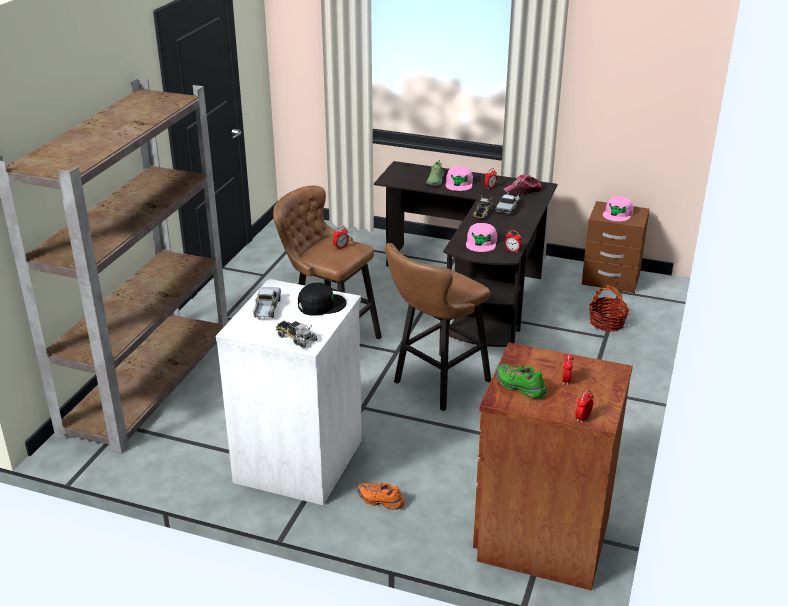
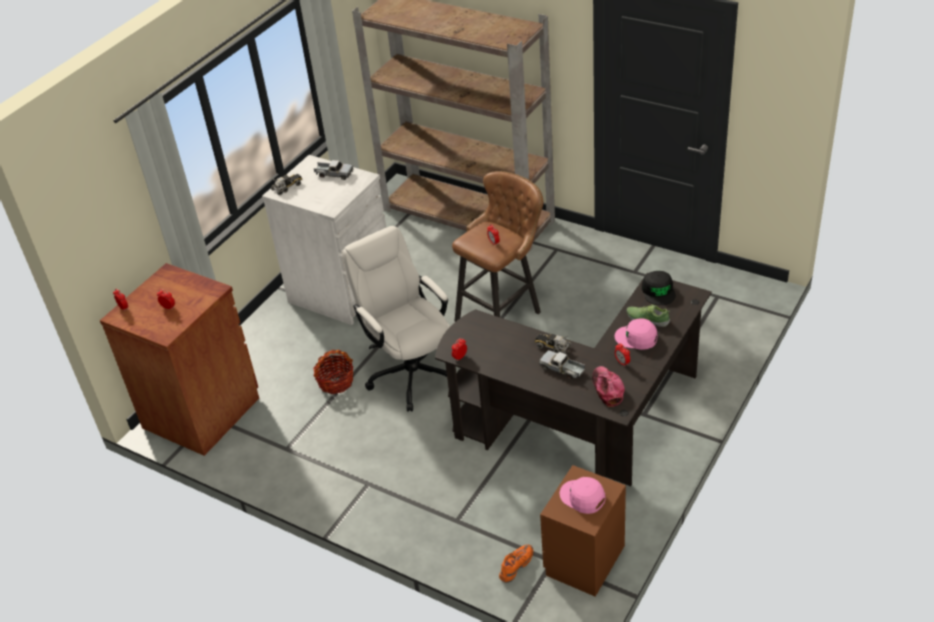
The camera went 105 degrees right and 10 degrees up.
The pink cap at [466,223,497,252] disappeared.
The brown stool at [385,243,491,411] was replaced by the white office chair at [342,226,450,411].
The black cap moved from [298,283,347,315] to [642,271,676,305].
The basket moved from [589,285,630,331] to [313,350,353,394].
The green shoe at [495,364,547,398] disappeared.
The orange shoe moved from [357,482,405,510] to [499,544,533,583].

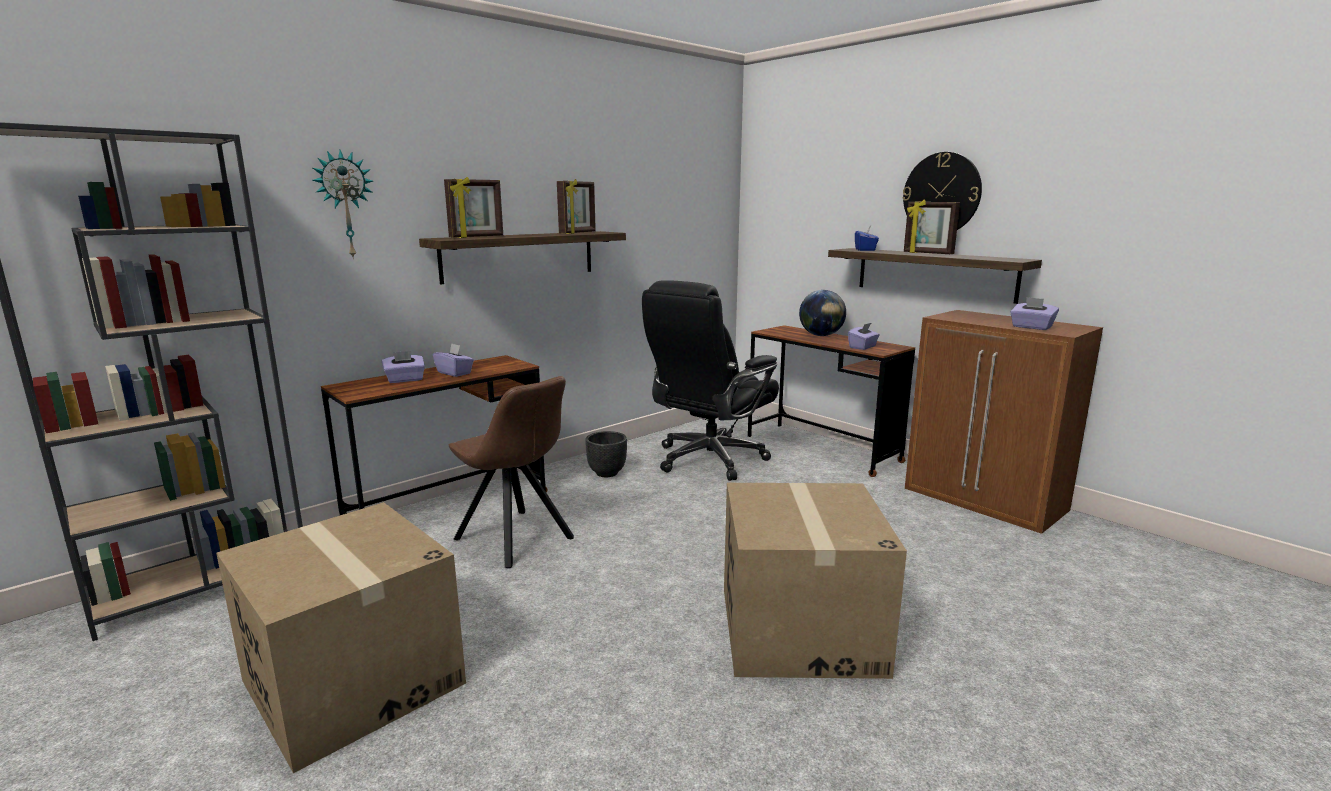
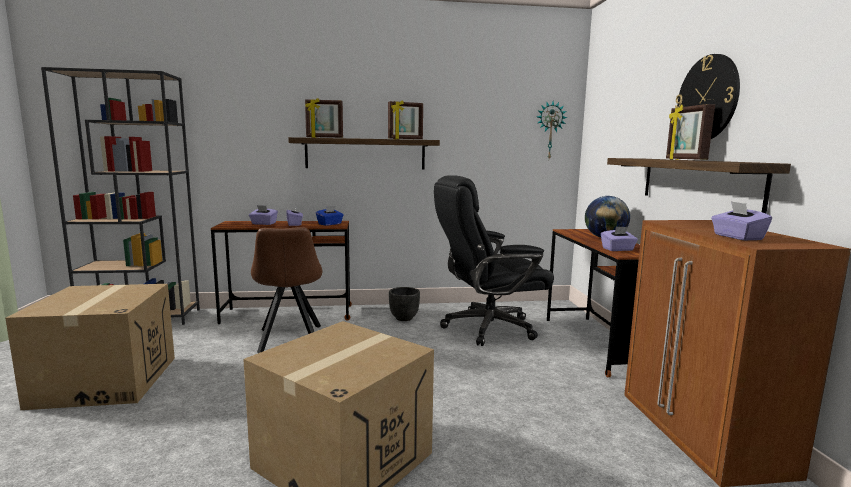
The camera went 35 degrees right and 5 degrees down.
The wall clock moved from [312,150,373,259] to [537,101,567,159].
The blue tissue box moved from [855,225,879,251] to [316,206,344,226].

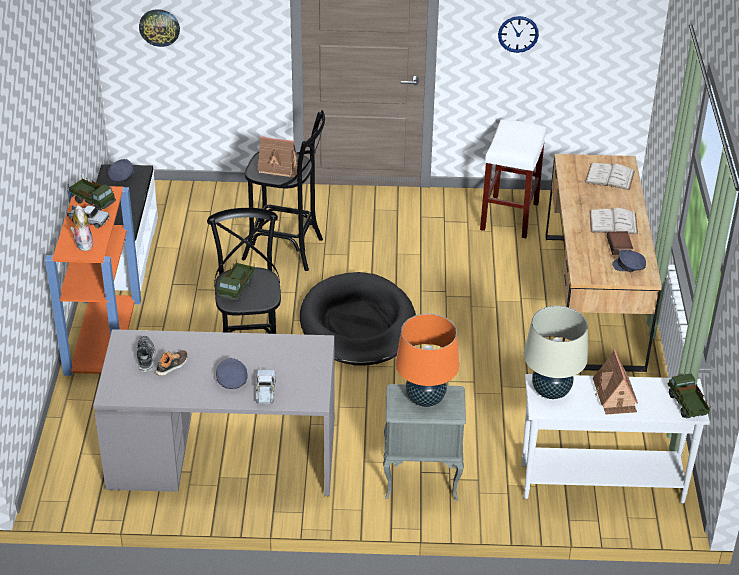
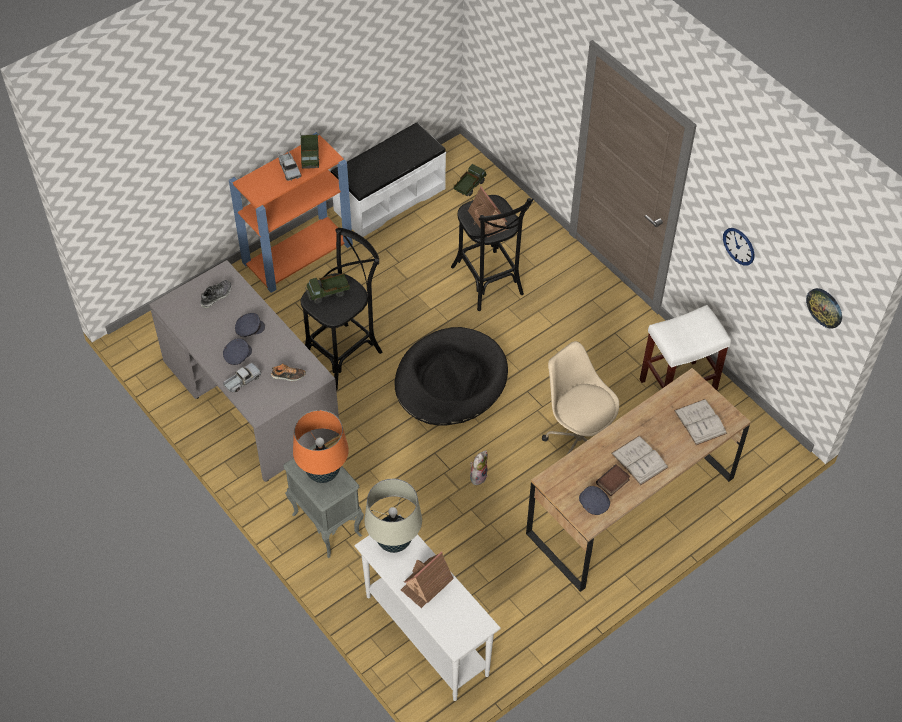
The camera went 50 degrees right and 15 degrees up.
The wall clock moved from [139,9,180,47] to [806,288,842,329].
The grey cap moved from [107,159,134,182] to [235,313,265,337].
The plush toy moved from [70,205,94,251] to [470,450,488,486].
The shoe moved from [155,350,188,376] to [271,364,306,381].
The toy truck moved from [668,373,711,418] to [454,164,487,197].
The beige office chair at [542,341,619,454] appeared.

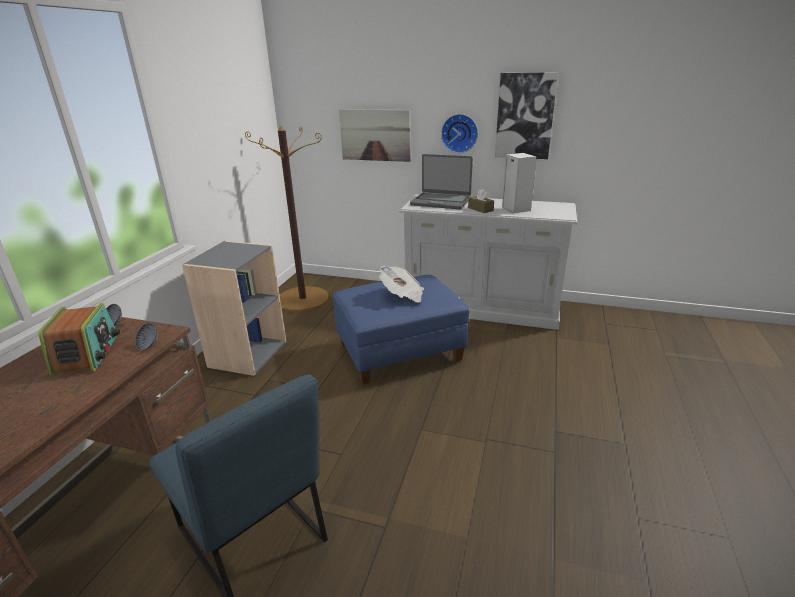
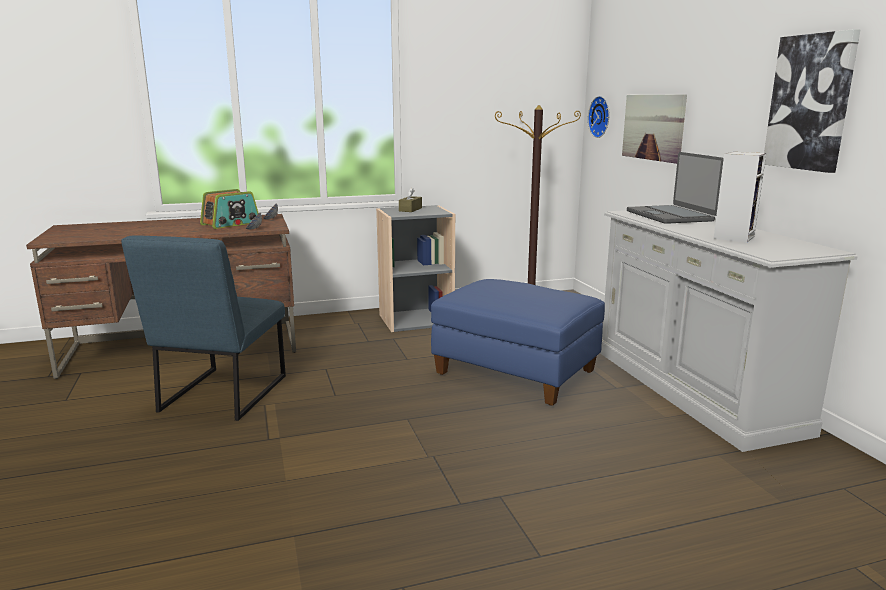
The camera went 55 degrees right and 10 degrees down.
The wall clock moved from [441,114,478,153] to [588,96,609,138].
The brown tissue box moved from [468,189,494,213] to [399,187,422,212].
The newspaper at [379,266,424,302] disappeared.

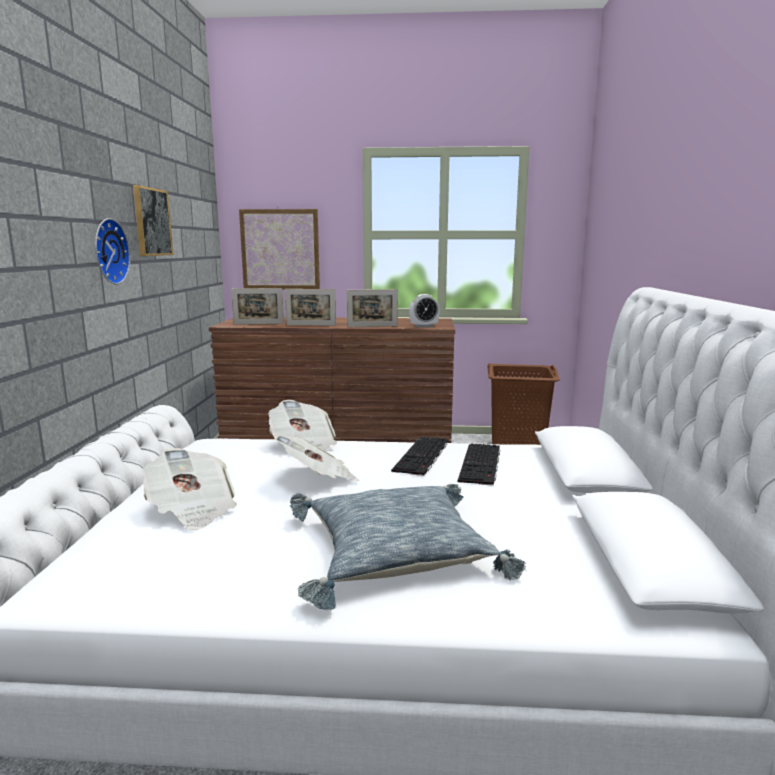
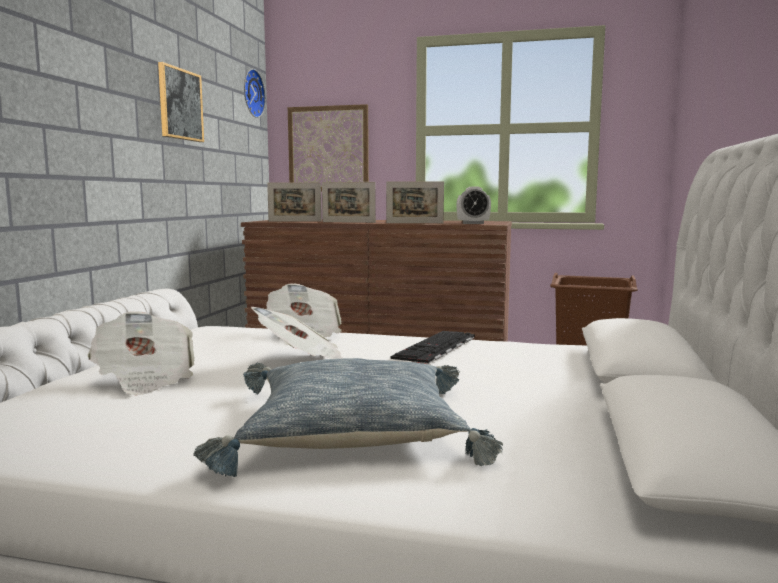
The camera went 10 degrees right and 5 degrees down.
The wall clock moved from [95,218,131,284] to [244,69,266,118].
The keyboard at [458,444,500,486] disappeared.

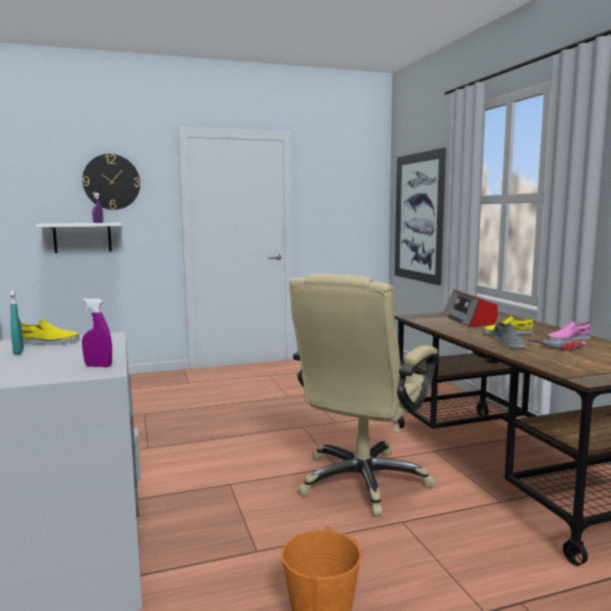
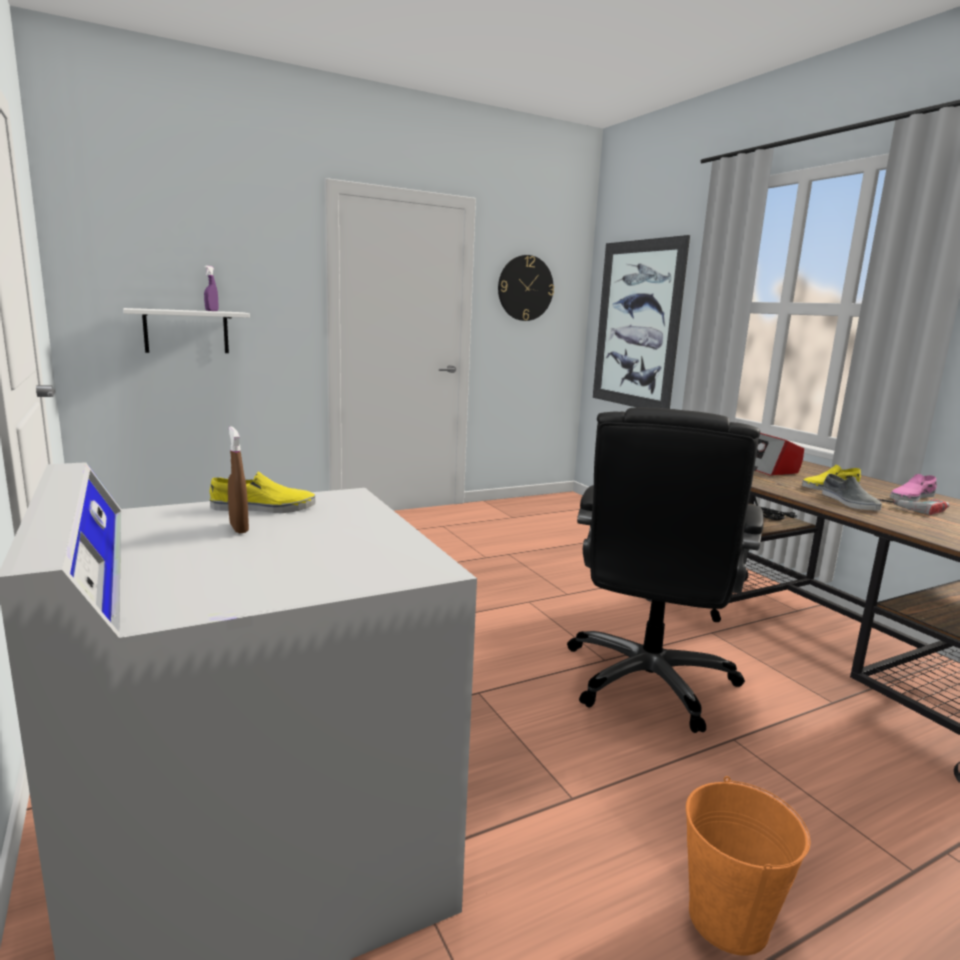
The camera went 10 degrees left and 5 degrees up.
The wall clock moved from [82,154,140,210] to [498,255,554,321].
The beige office chair at [289,273,438,516] became the black office chair at [567,407,764,733].
The turquoise spray bottle at [10,290,24,355] became the brown spray bottle at [228,427,249,534].
The purple spray bottle at [82,298,112,367] disappeared.

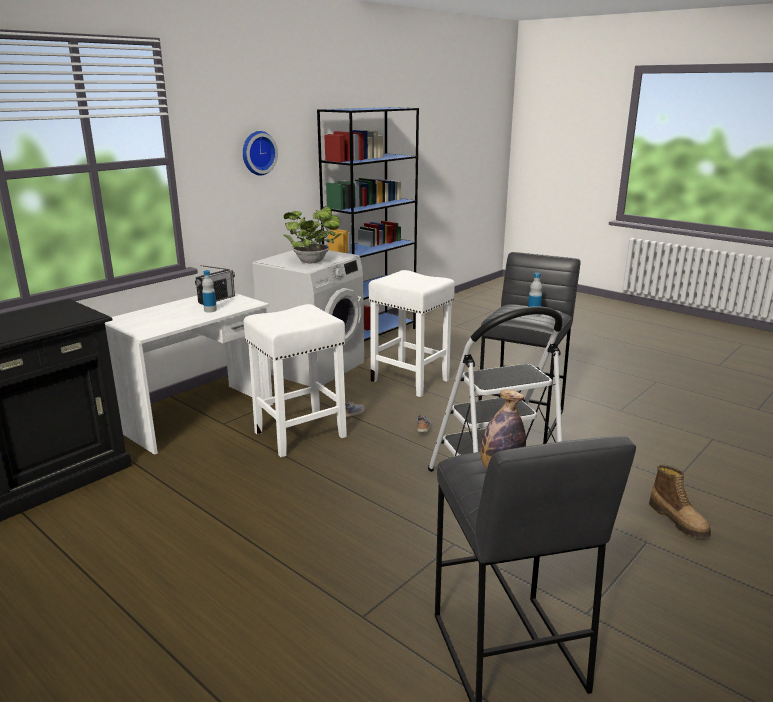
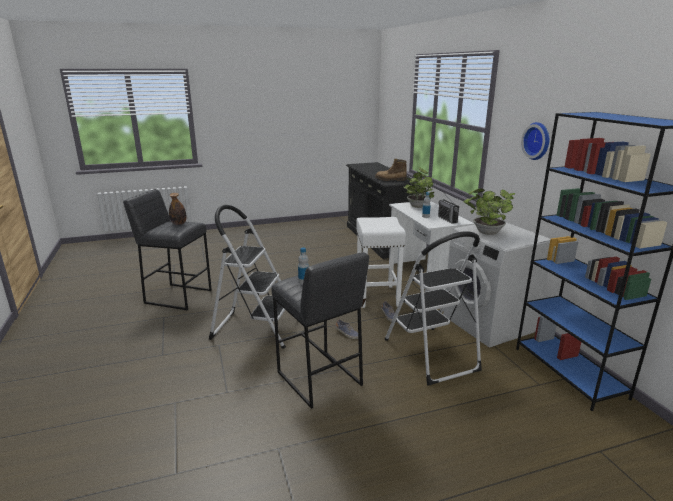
The camera went 120 degrees right and 0 degrees up.
The white stool at [369,270,455,397] was replaced by the step ladder at [385,231,482,386].
The boot moved from [649,464,711,538] to [375,159,407,181].
The potted plant at [403,167,434,208] appeared.

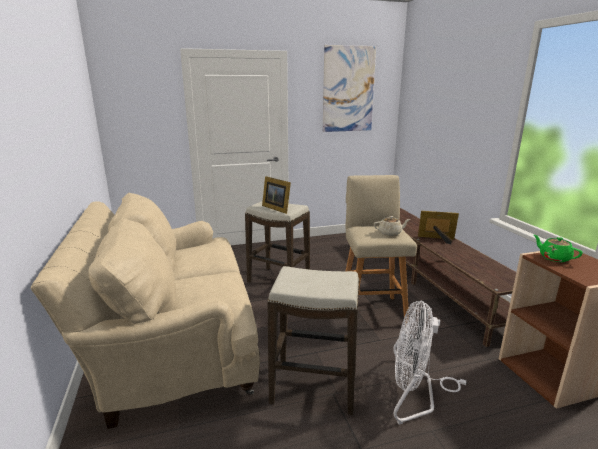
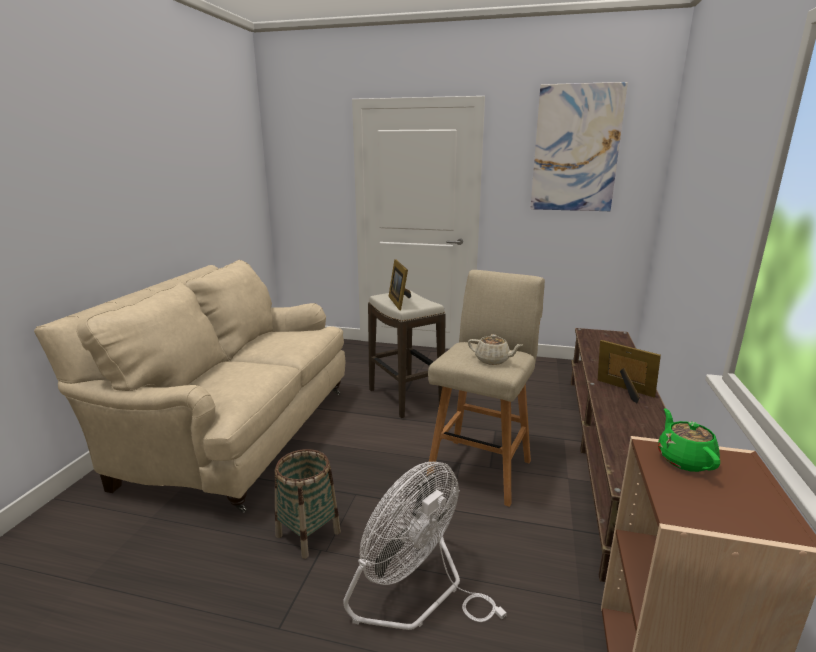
The camera went 30 degrees right and 0 degrees up.
The stool at [267,266,359,415] was replaced by the basket at [275,449,341,559].

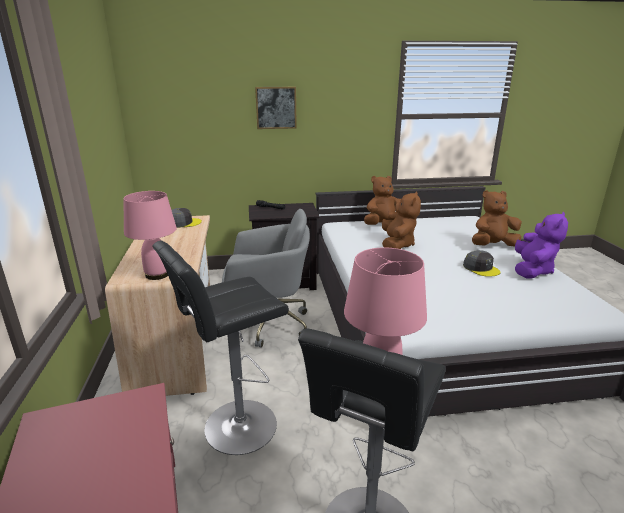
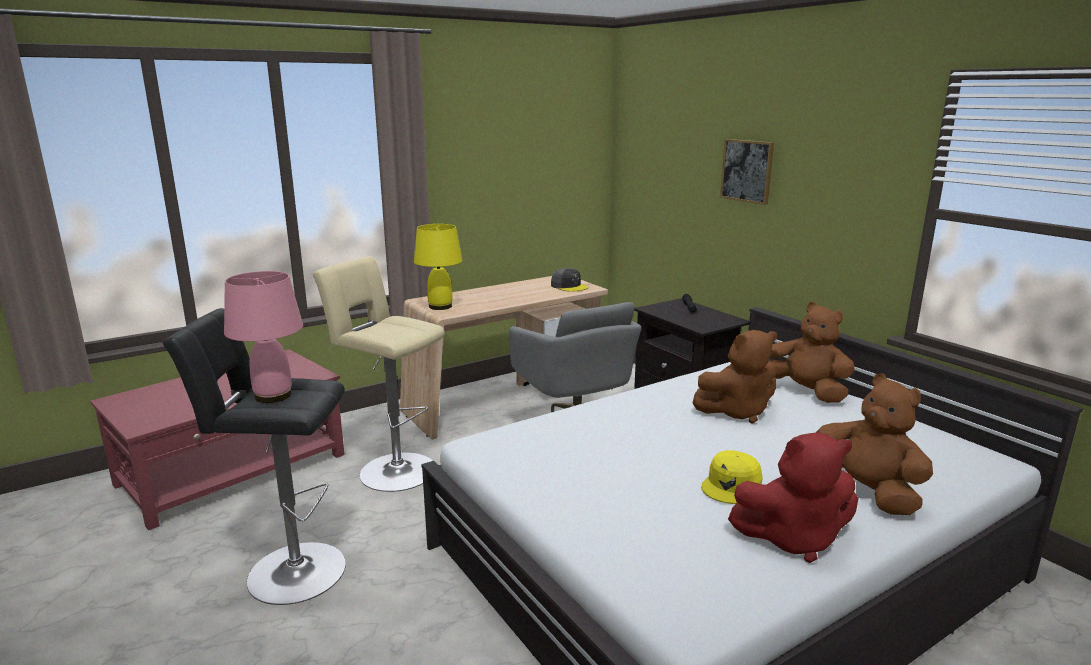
The camera went 65 degrees right and 5 degrees down.
The pink table lamp at [123,191,177,280] became the yellow table lamp at [414,224,462,310].
The purple plush toy at [515,212,568,279] became the red plush toy at [728,432,858,563].
The black stool at [152,240,289,455] became the beige stool at [313,257,445,492].
The grey cap at [463,250,501,277] became the yellow cap at [701,450,763,504].

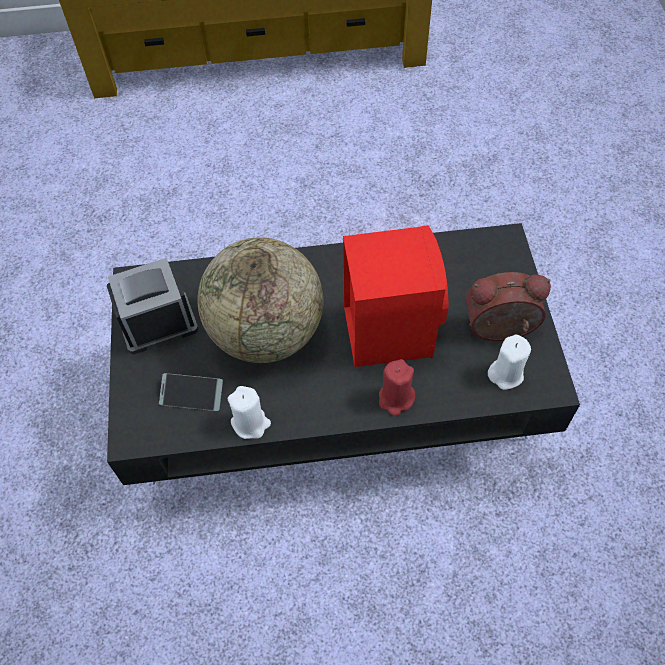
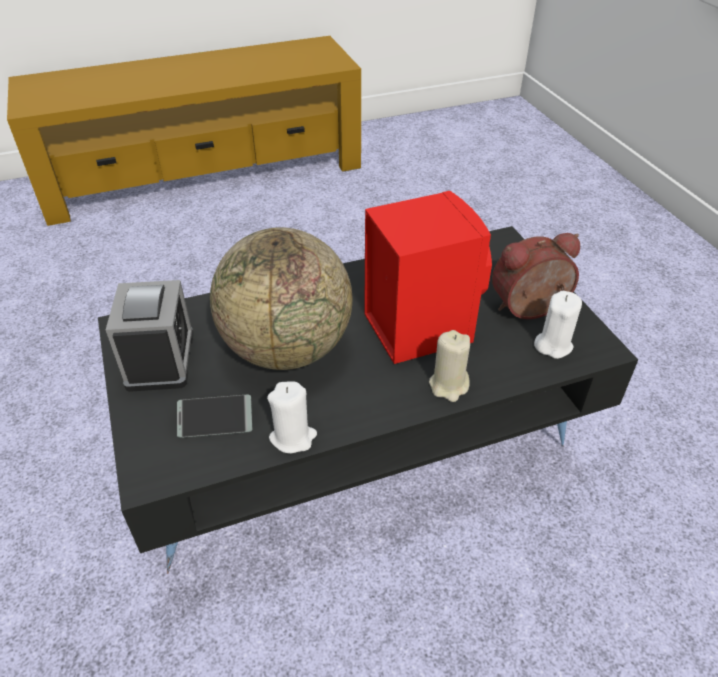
The camera went 15 degrees left and 15 degrees down.
The alarm clock at [107,258,199,354] turned 120 degrees clockwise.
The red candle at [379,359,415,416] became the beige candle at [429,330,470,402].

